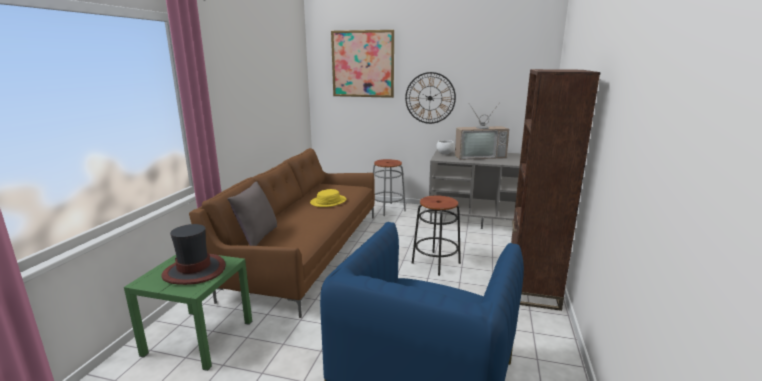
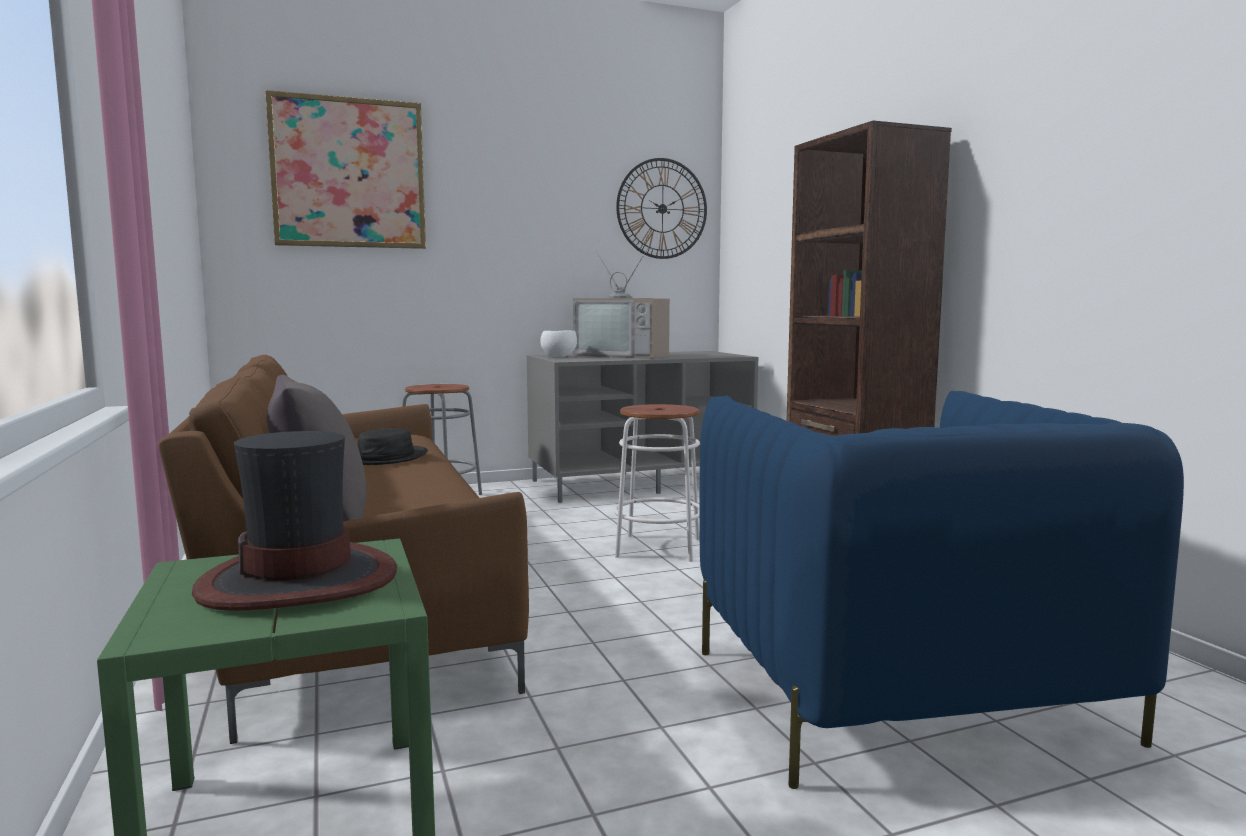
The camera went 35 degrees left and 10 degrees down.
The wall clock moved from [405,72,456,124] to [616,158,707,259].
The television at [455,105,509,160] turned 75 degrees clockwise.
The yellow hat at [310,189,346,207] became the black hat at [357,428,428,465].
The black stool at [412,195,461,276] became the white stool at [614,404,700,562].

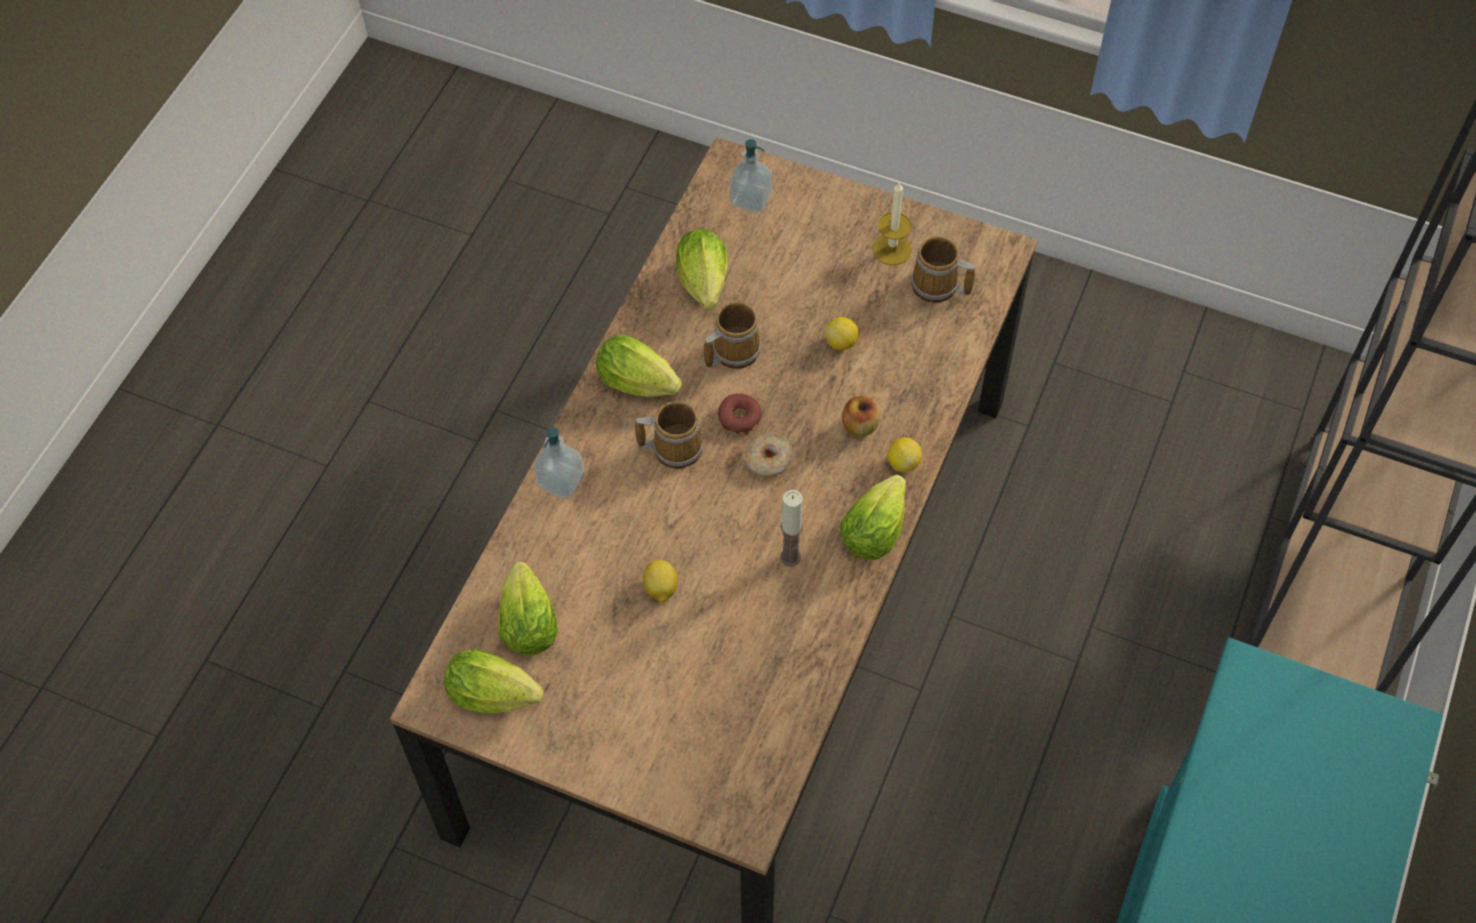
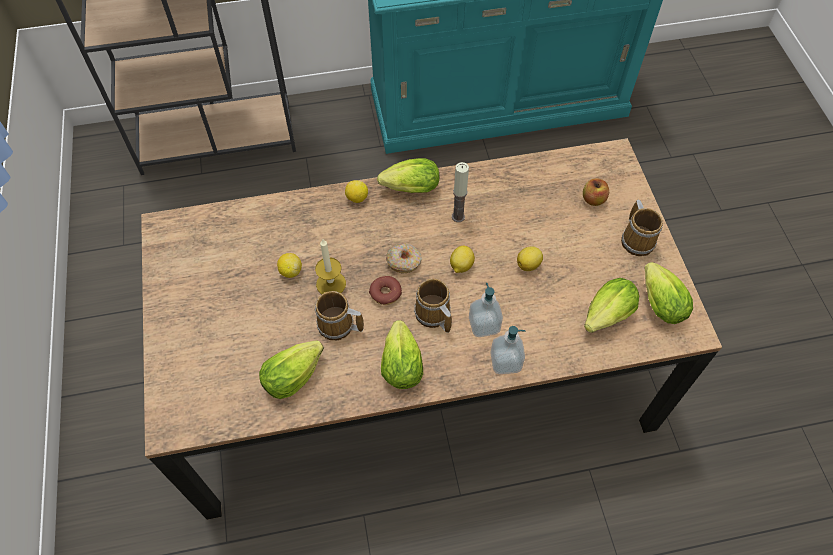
The camera went 125 degrees left and 0 degrees up.
The soap dispenser moved from [730,139,772,213] to [469,283,503,337].
The candle moved from [873,182,912,265] to [315,239,346,294].
The mug moved from [911,236,975,303] to [621,200,663,256].
The apple moved from [842,396,880,437] to [583,178,609,206].
The lemon at [450,246,475,273] appeared.

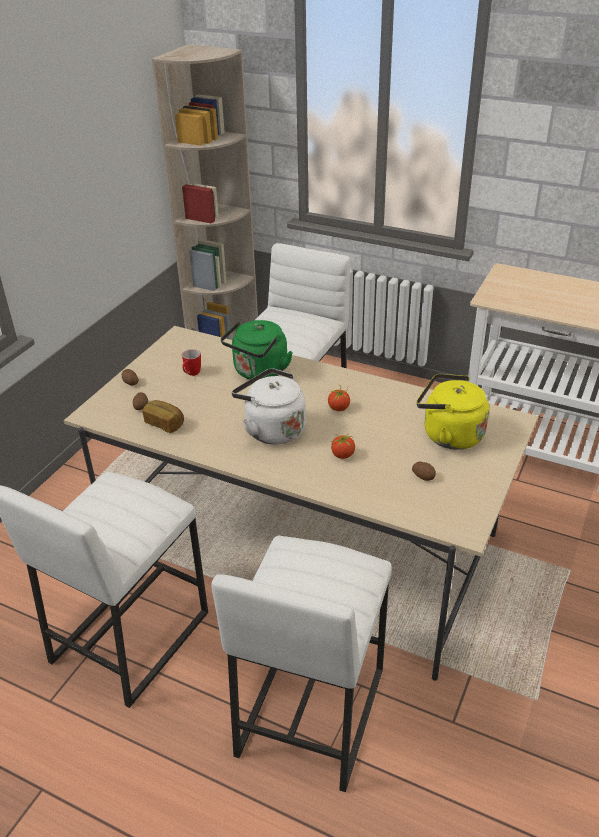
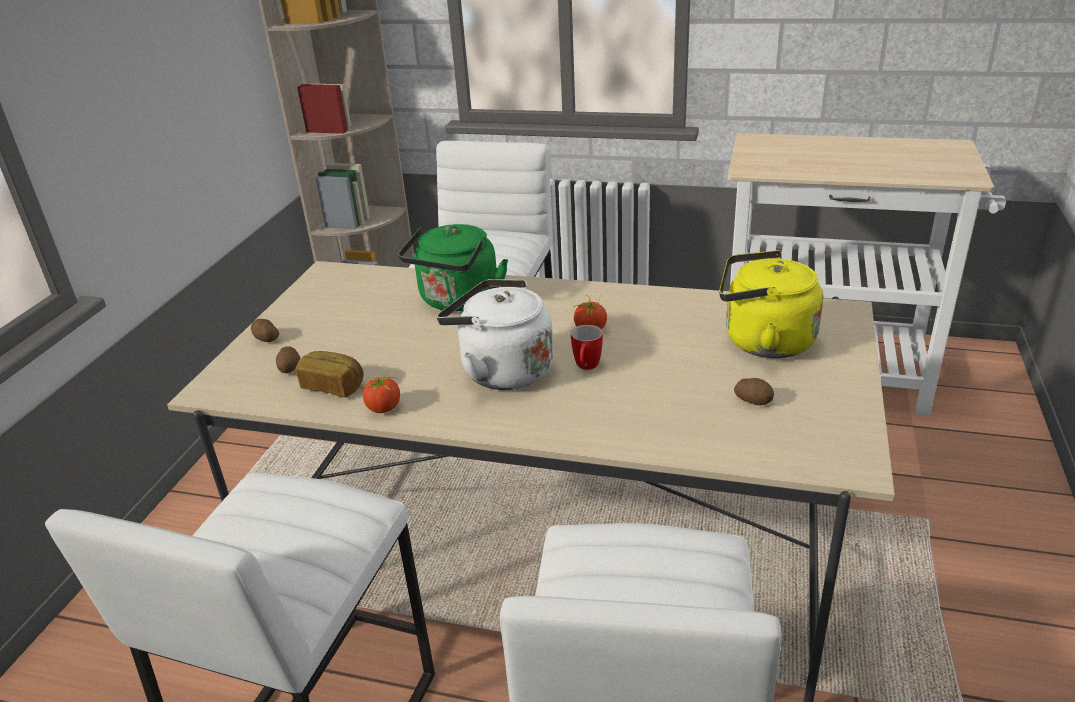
The camera went 10 degrees left and 5 degrees down.
The mug moved from [182,349,201,376] to [571,325,603,370].
The tomato moved from [331,434,355,459] to [359,373,400,413].

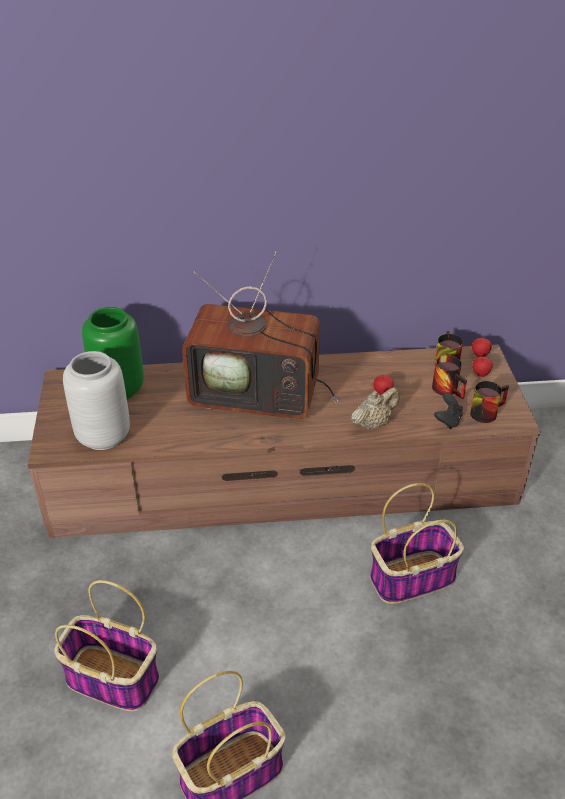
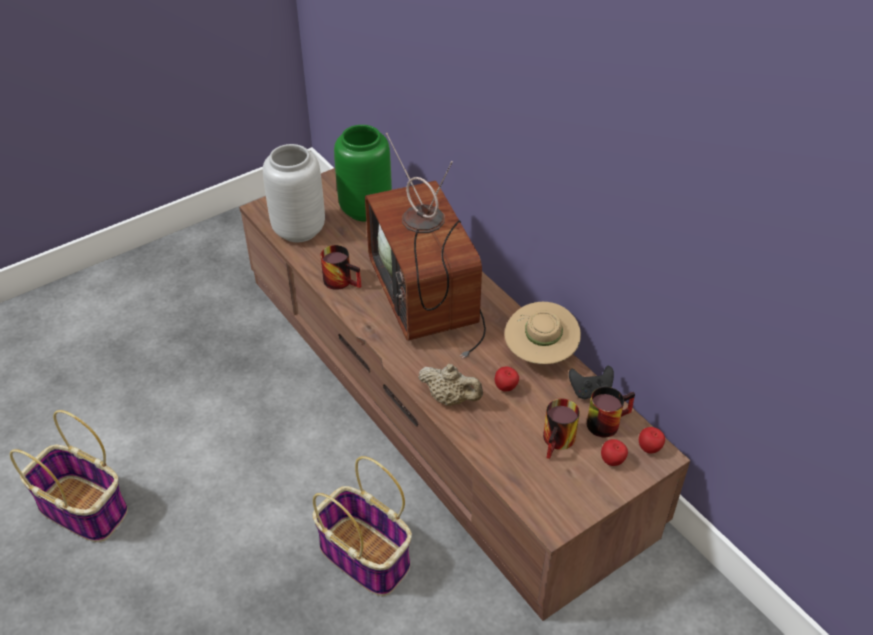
The camera went 60 degrees right and 5 degrees up.
The mug moved from [470,381,509,423] to [320,245,361,290].
The black game controller moved from [434,393,463,429] to [569,366,614,399].
The basket at [54,580,159,711] disappeared.
The beige hat at [504,302,581,364] appeared.

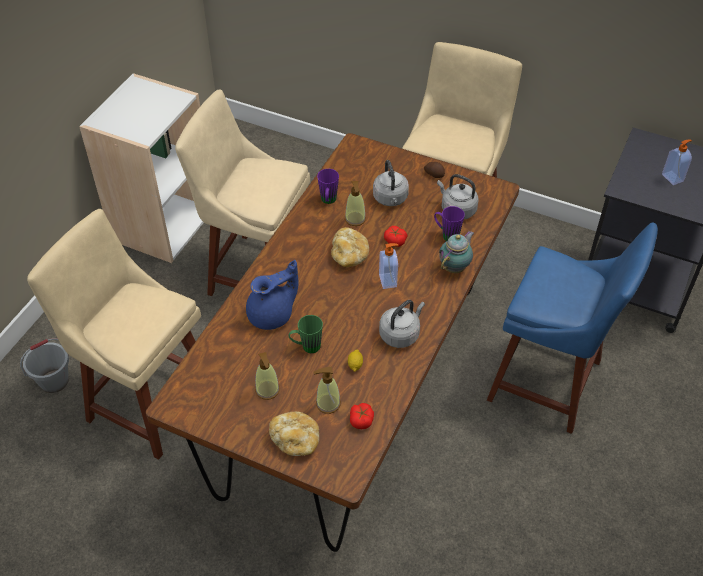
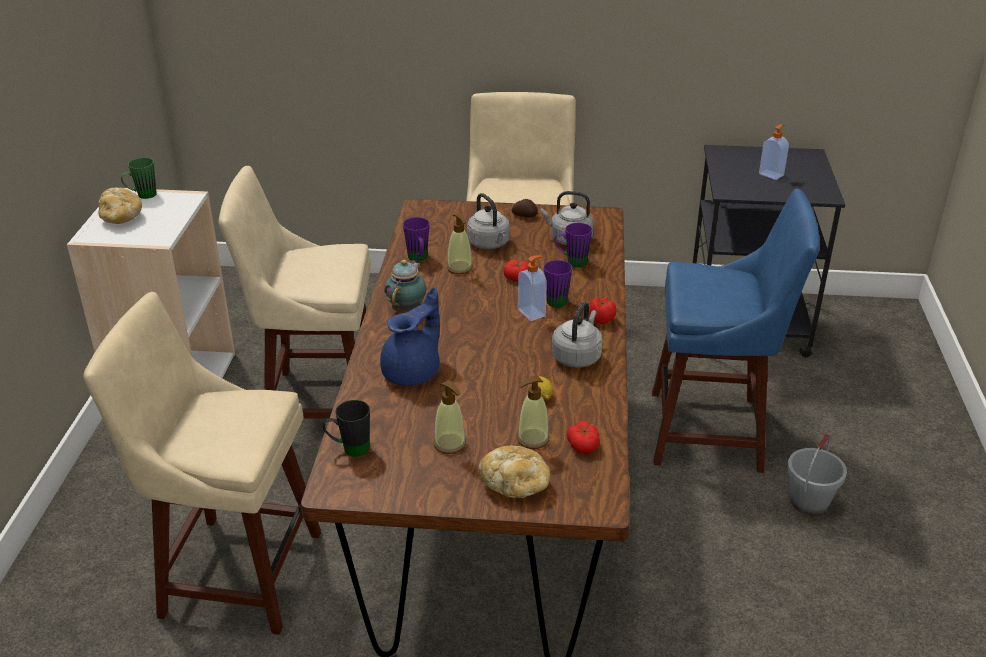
The camera went 20 degrees left and 15 degrees down.
The bread moved from [331,227,369,267] to [98,188,142,224].
The teapot moved from [439,231,474,273] to [384,260,426,313].
The green mug moved from [289,315,323,353] to [121,158,157,199].
The grey bucket moved from [20,338,69,393] to [787,433,847,515].
The purple mug at [544,260,572,307] appeared.
The tomato at [589,297,616,324] appeared.
The black mug at [323,400,370,457] appeared.

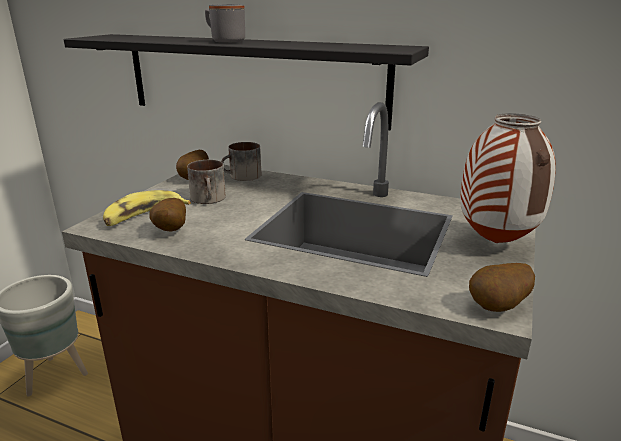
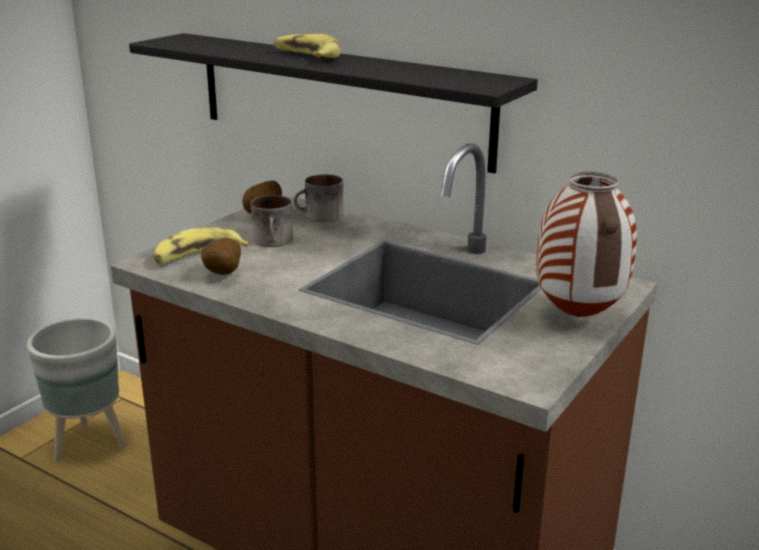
The camera went 10 degrees right and 0 degrees up.
The grey mug at [205,4,245,43] was replaced by the banana at [274,34,340,58].
The potato at [469,263,535,312] disappeared.

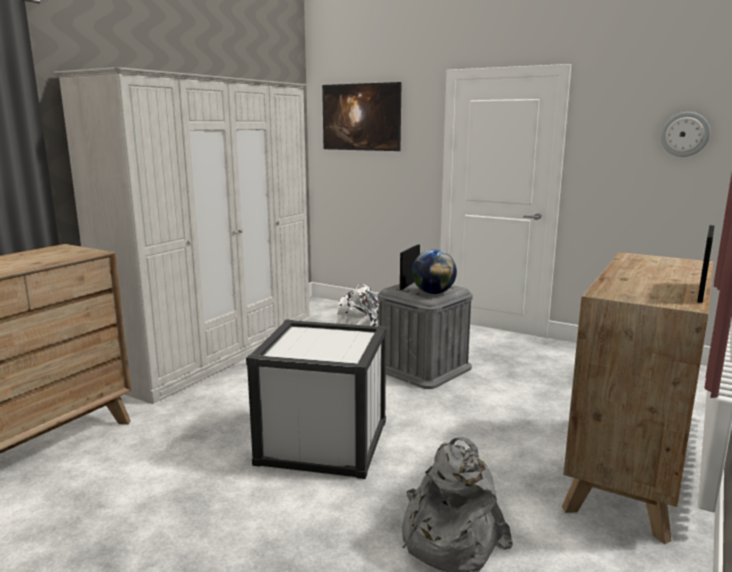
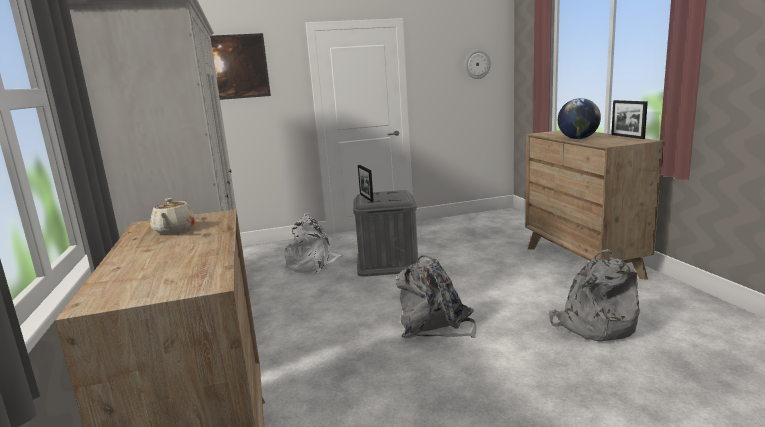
The camera went 45 degrees left and 0 degrees up.
The globe moved from [412,249,457,294] to [558,98,601,139].
The white storage box at [246,320,387,479] was replaced by the grey backpack at [396,256,476,338].
The beige teapot at [150,198,195,234] appeared.

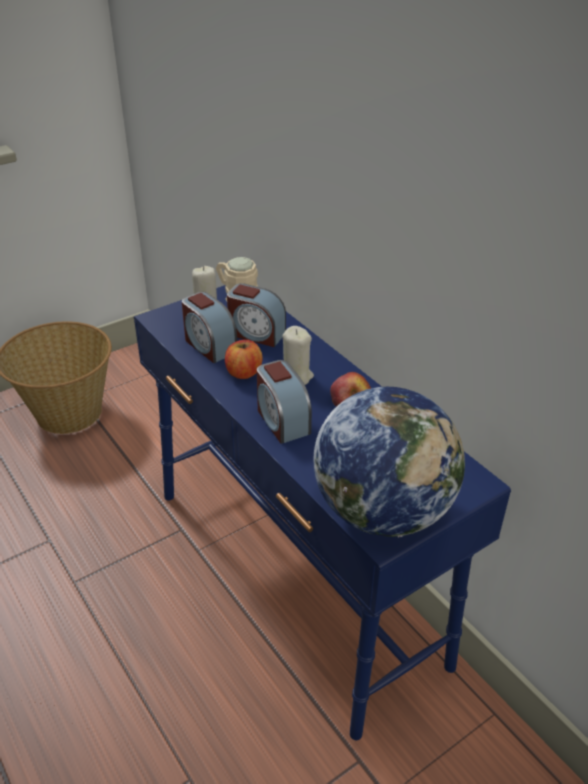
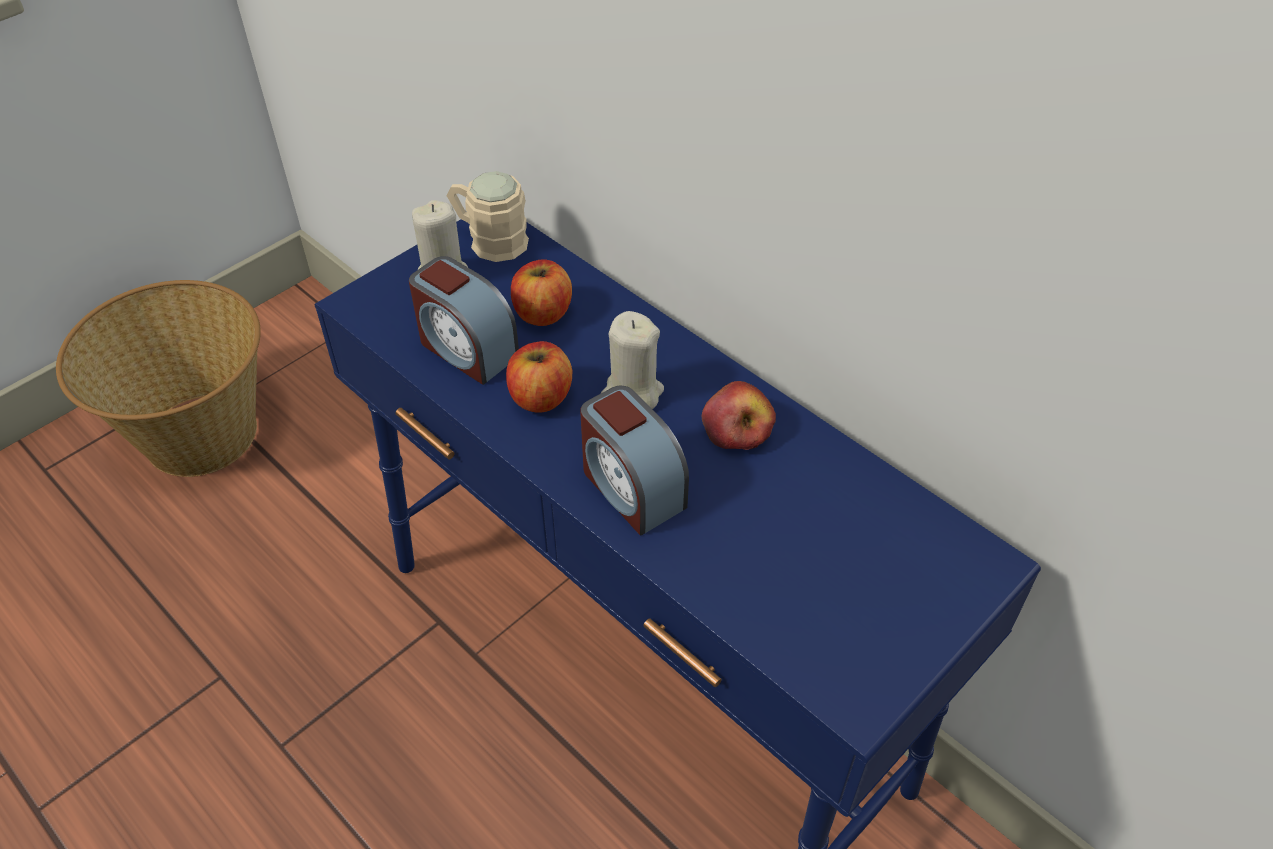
The camera went 10 degrees left and 10 degrees up.
The alarm clock at [227,283,286,347] was replaced by the apple at [511,259,572,326].
The globe at [313,387,465,538] disappeared.

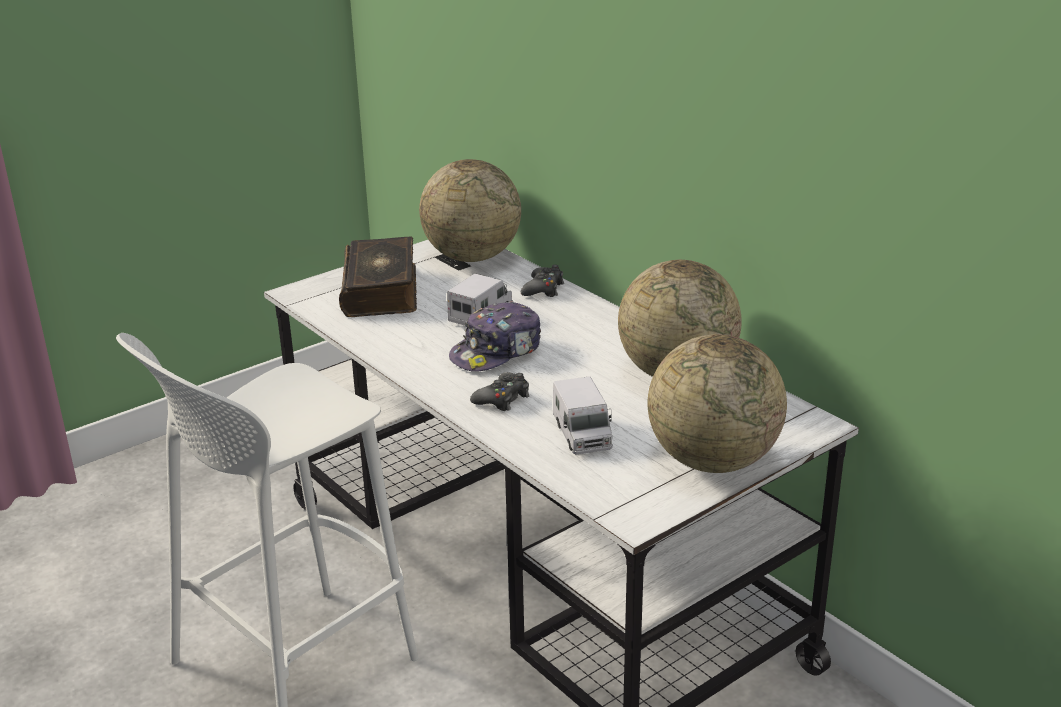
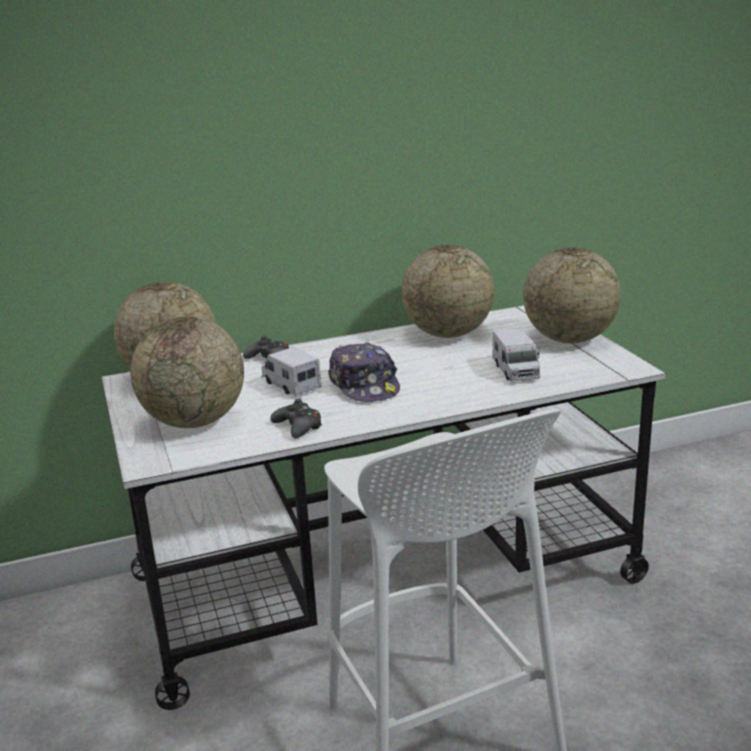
The camera went 70 degrees left and 5 degrees down.
The book at [339,236,417,317] was replaced by the globe at [130,316,244,428].
The black game controller moved from [470,372,529,411] to [270,399,322,438].
The toy truck at [553,376,613,455] turned 75 degrees clockwise.

